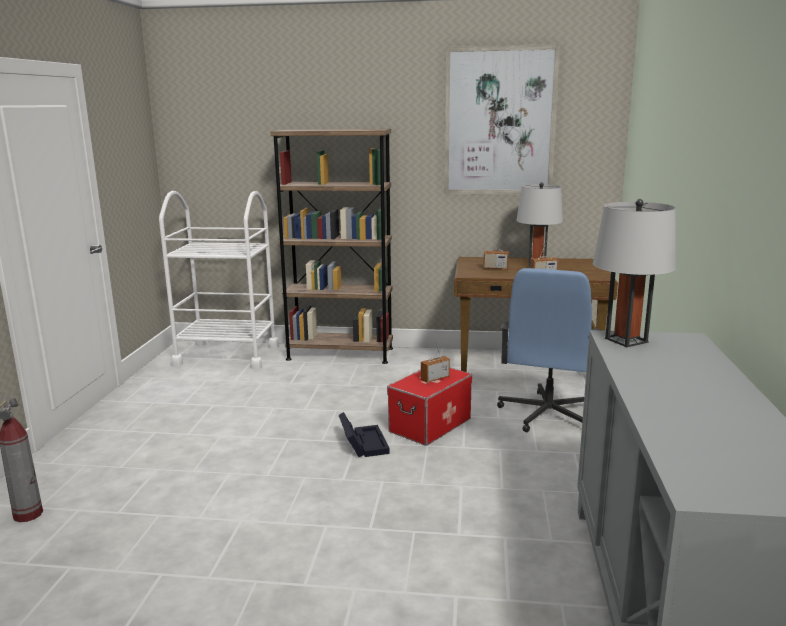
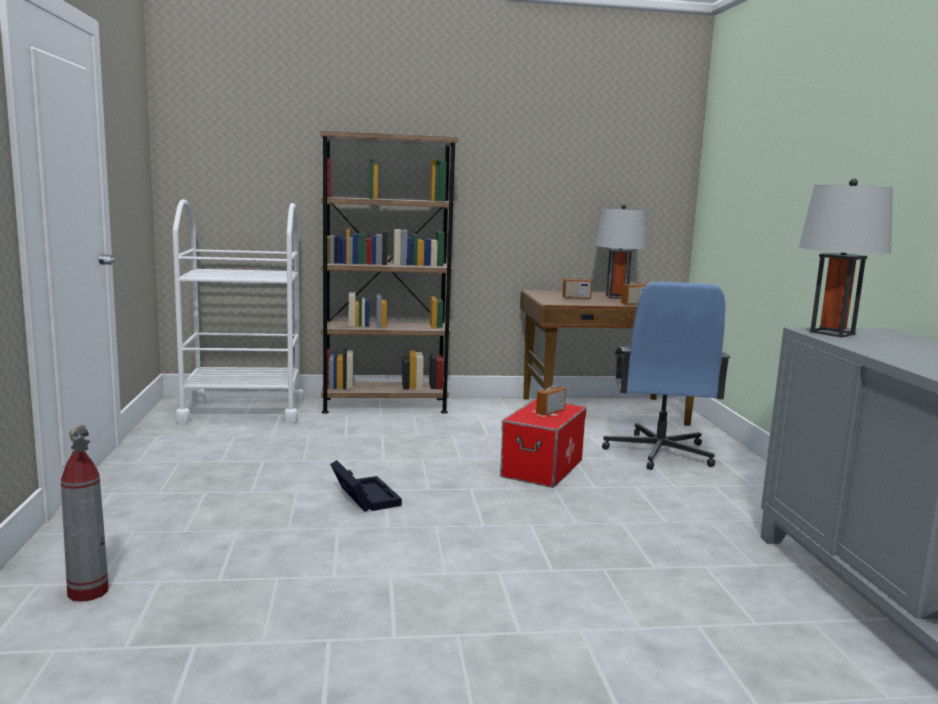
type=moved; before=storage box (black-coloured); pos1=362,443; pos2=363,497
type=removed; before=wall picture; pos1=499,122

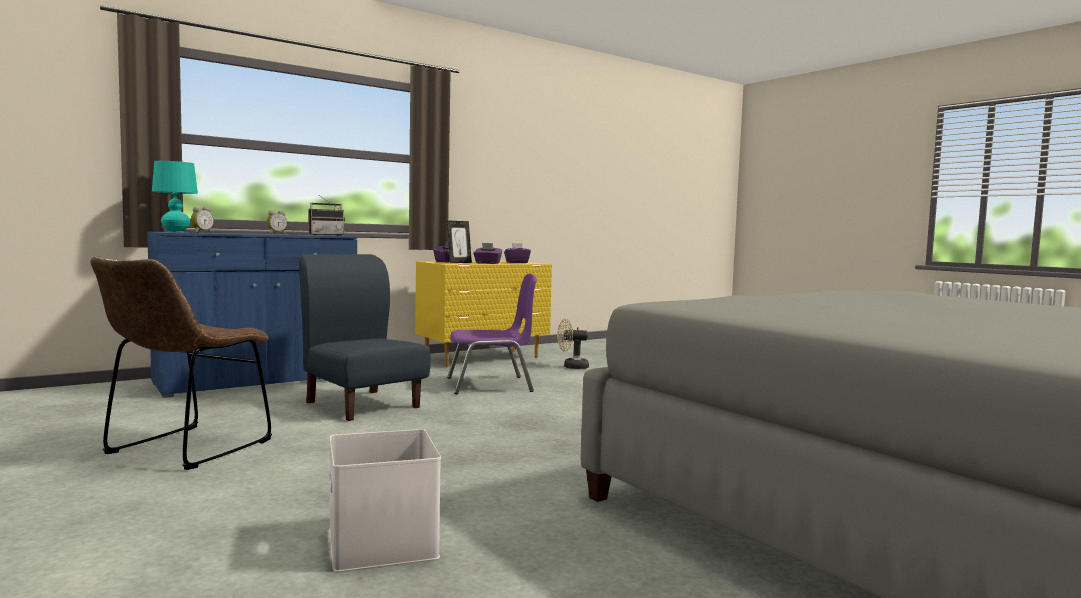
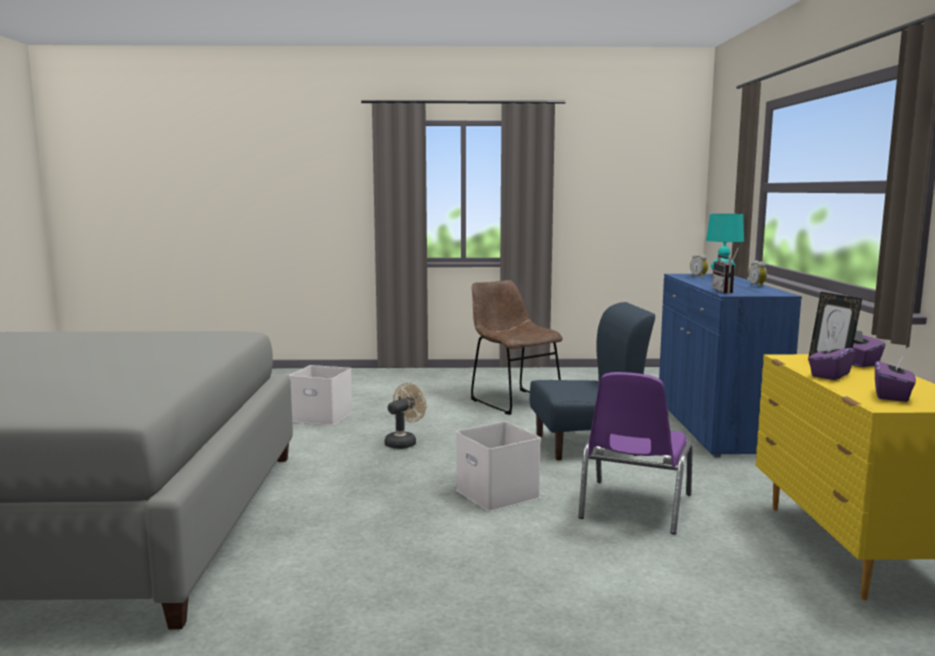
type=moved; before=electric fan (beige); pos1=571,367; pos2=404,442
type=added; after=storage box (white-coloured); pos2=499,494

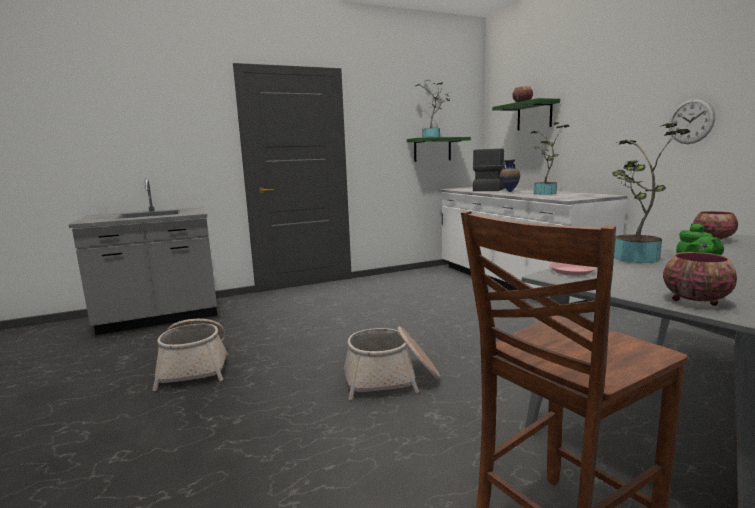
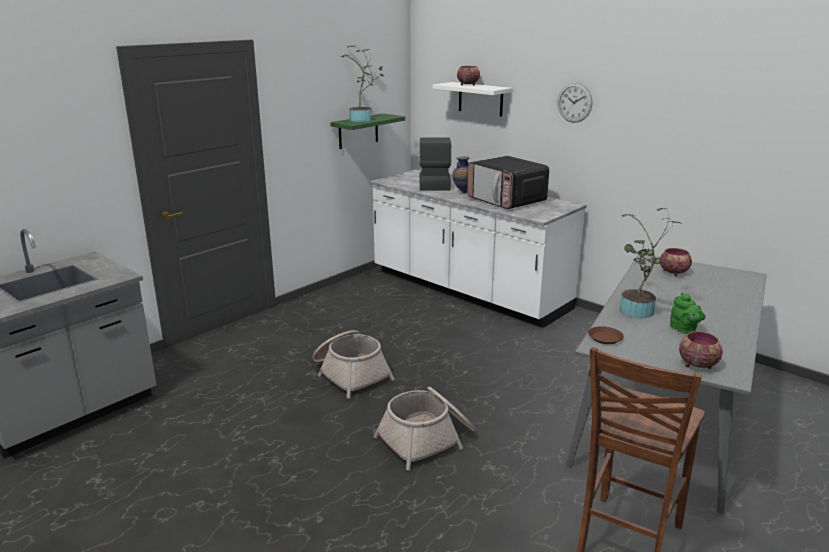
type=moved; before=household basket; pos1=195,367; pos2=350,374
type=recoloured; before=bracket shelf (green-coloured); after=bracket shelf (white-coloured); pos1=534,116; pos2=480,99
type=replaced; before=potted plant; after=microwave; pos1=544,194; pos2=506,200
type=recoloured; before=dinner plate (pink-coloured); after=dinner plate (brown-coloured); pos1=571,271; pos2=605,338
type=moved; before=clock on the wall; pos1=691,121; pos2=574,102

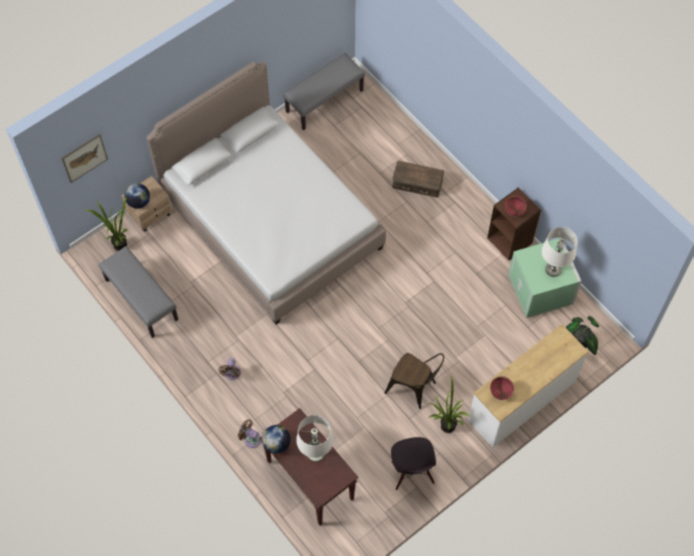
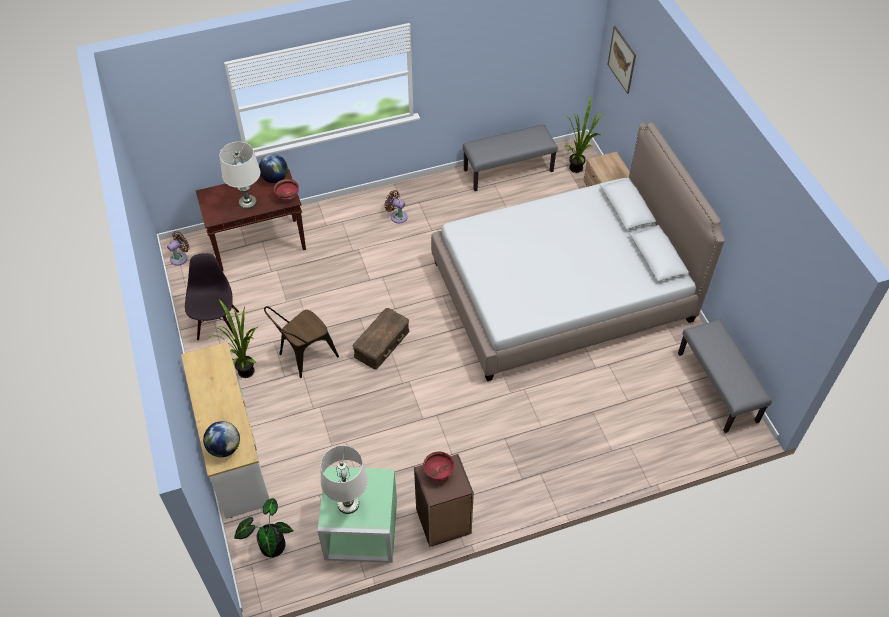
type=moved; before=desk globe; pos1=139,202; pos2=224,448
type=moved; before=electric fan (brown-coloured); pos1=251,439; pos2=180,257
type=turned; before=plain chair (black-coloured); pos1=412,473; pos2=217,325; turn=75
type=moved; before=storage box (brown-coloured); pos1=417,183; pos2=381,343
type=moved; before=serving bowl (reddish); pos1=500,392; pos2=288,197

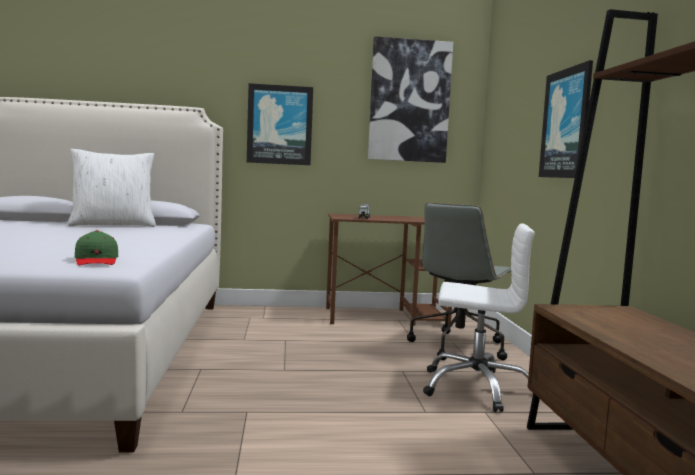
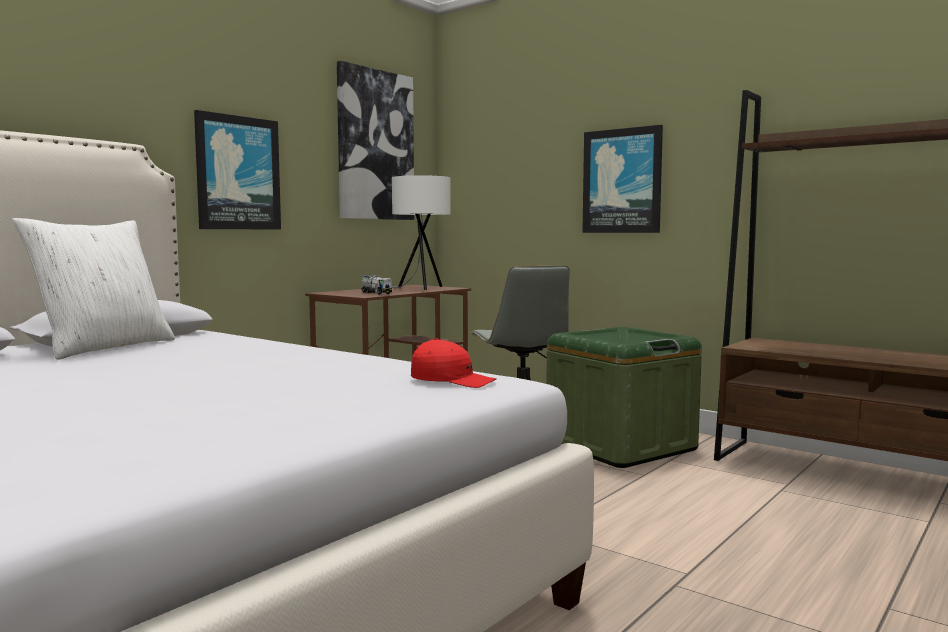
type=recoloured; before=peaked cap (green-coloured); after=peaked cap (reddish); pos1=96,260; pos2=452,380
type=replaced; before=desk chair (white-coloured); after=storage box (green-coloured); pos1=476,387; pos2=620,446
type=added; after=lamp for a table (white-coloured); pos2=419,288

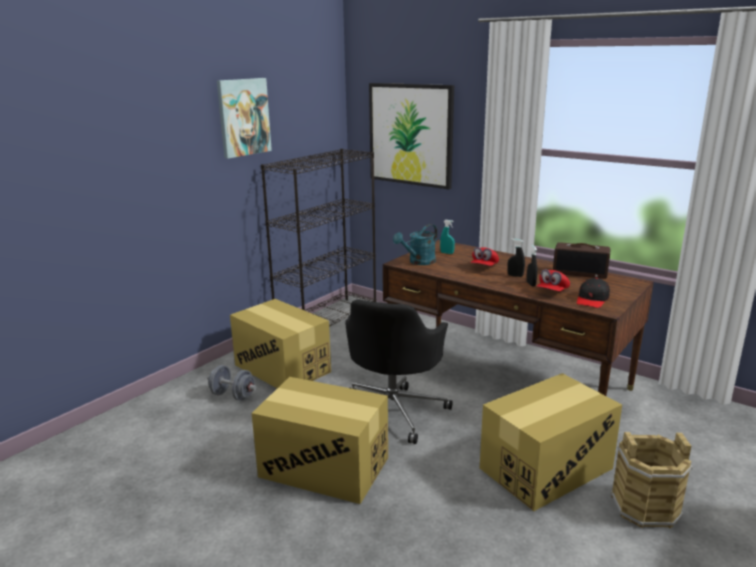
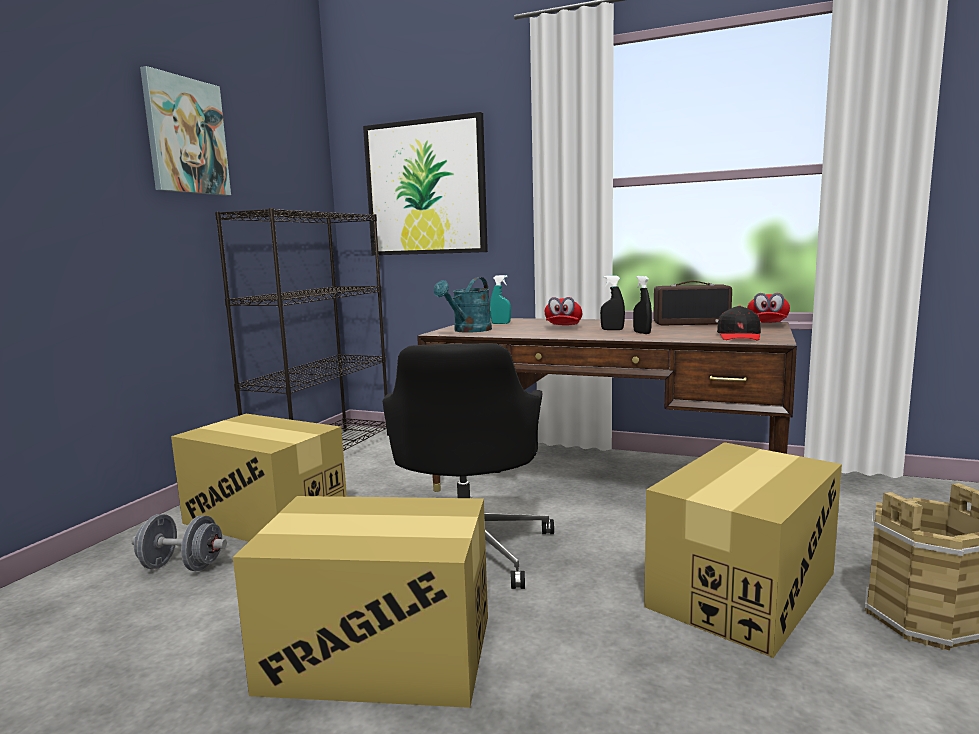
type=moved; before=peaked cap (reddish); pos1=552,292; pos2=767,325

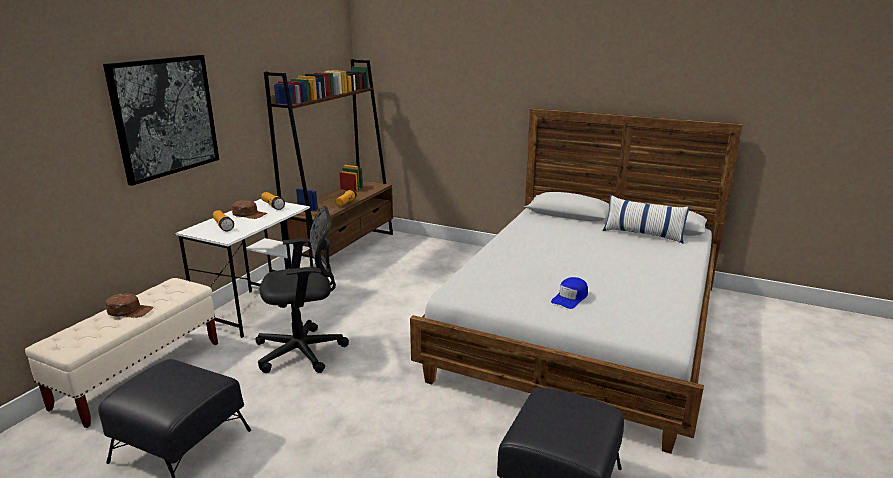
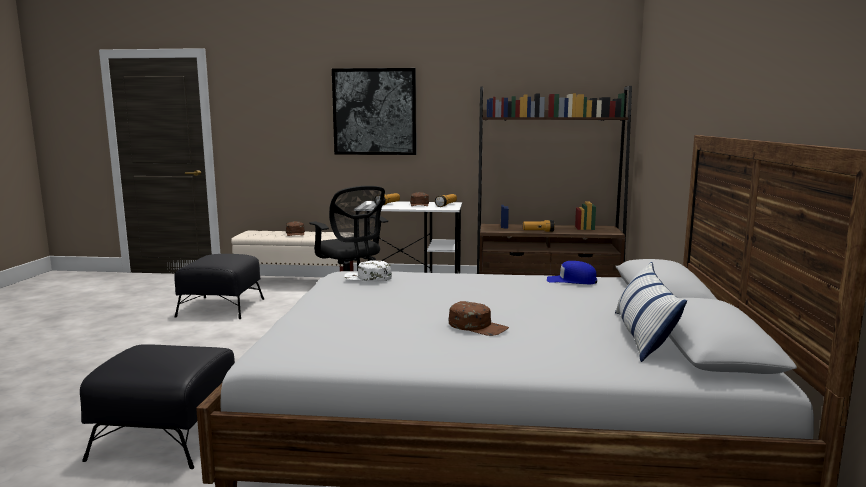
type=moved; before=peaked cap (blue-coloured); pos1=570,298; pos2=571,281
type=added; after=peaked cap (white-coloured); pos2=368,278
type=added; after=peaked cap (brown-coloured); pos2=478,326

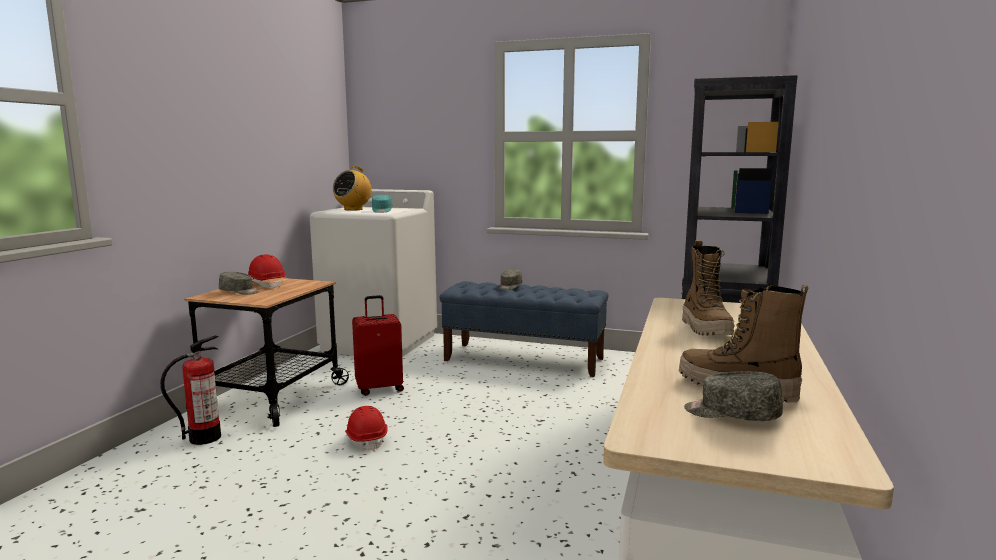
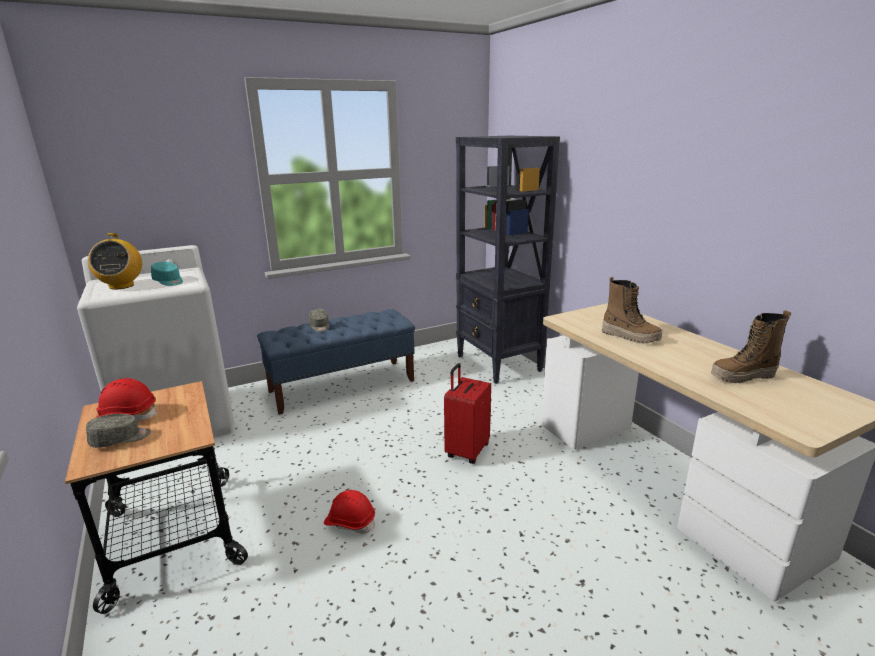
type=removed; before=fire extinguisher; pos1=204,438
type=moved; before=travel case (reddish); pos1=379,388; pos2=466,451
type=removed; before=peaked cap (gray); pos1=731,414

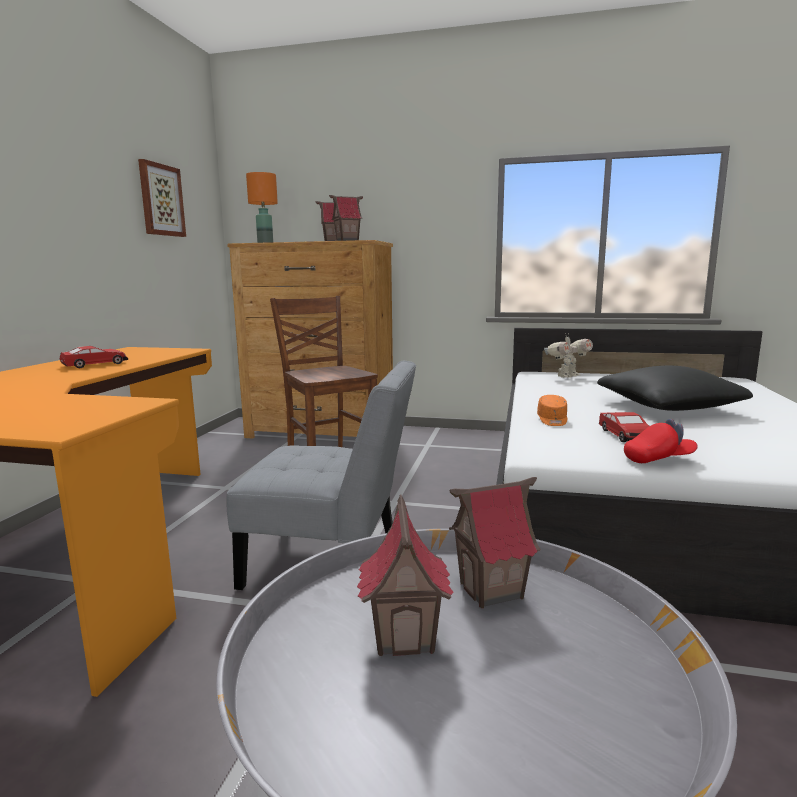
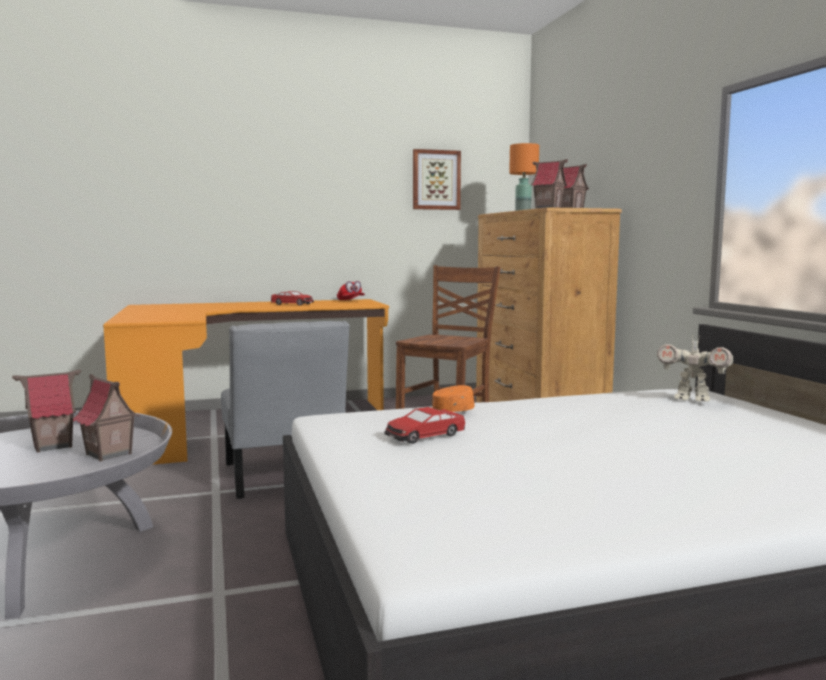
type=removed; before=cushion (black-coloured); pos1=668,406
type=moved; before=peaked cap (reddish); pos1=658,459; pos2=350,301

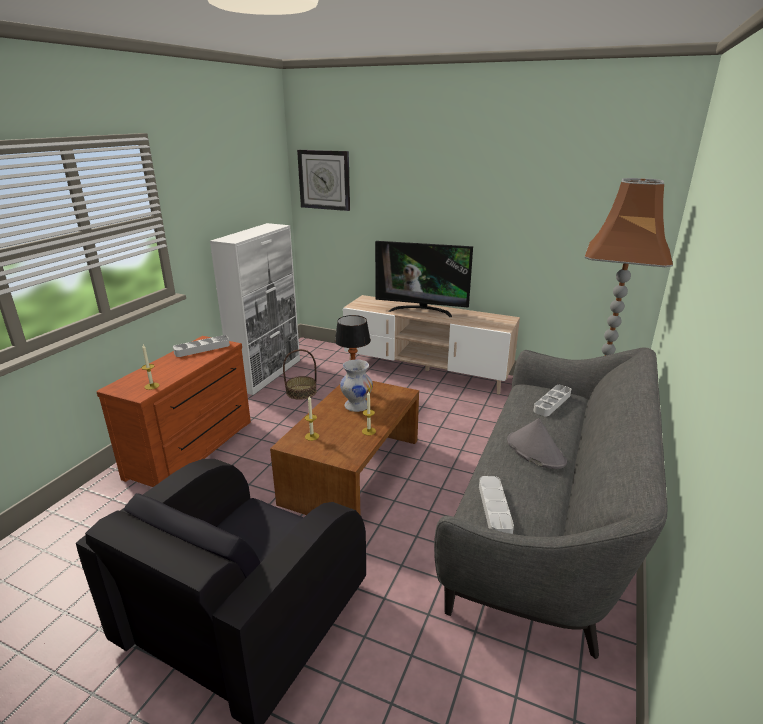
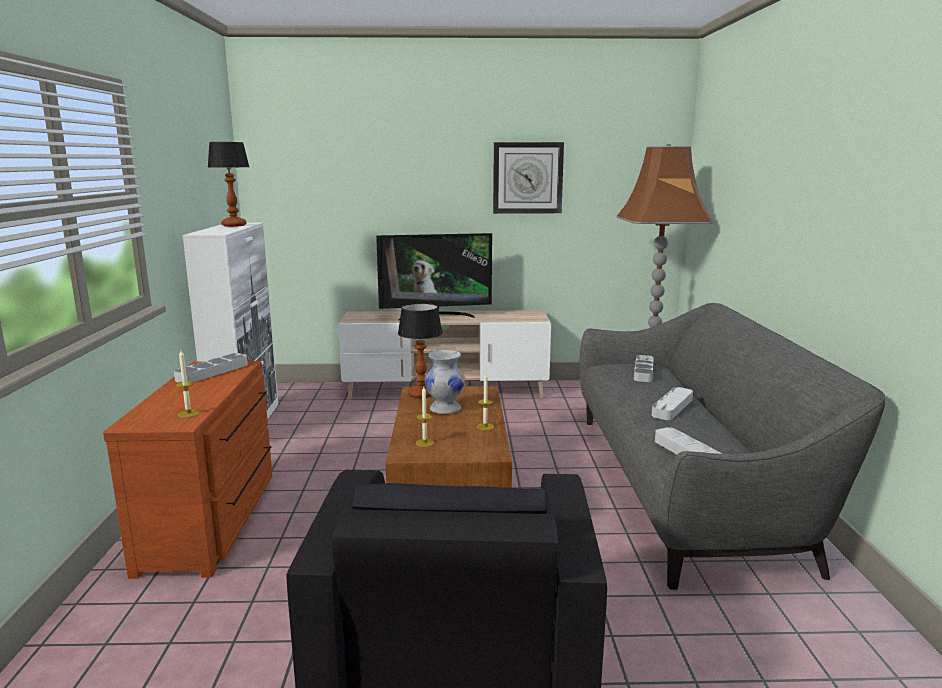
type=removed; before=household basket; pos1=301,392
type=moved; before=clock on the wall; pos1=324,180; pos2=527,178
type=replaced; before=wearable hat (gray); after=serving tray (gray); pos1=535,451; pos2=672,407
type=added; after=lamp for a table; pos2=234,225

